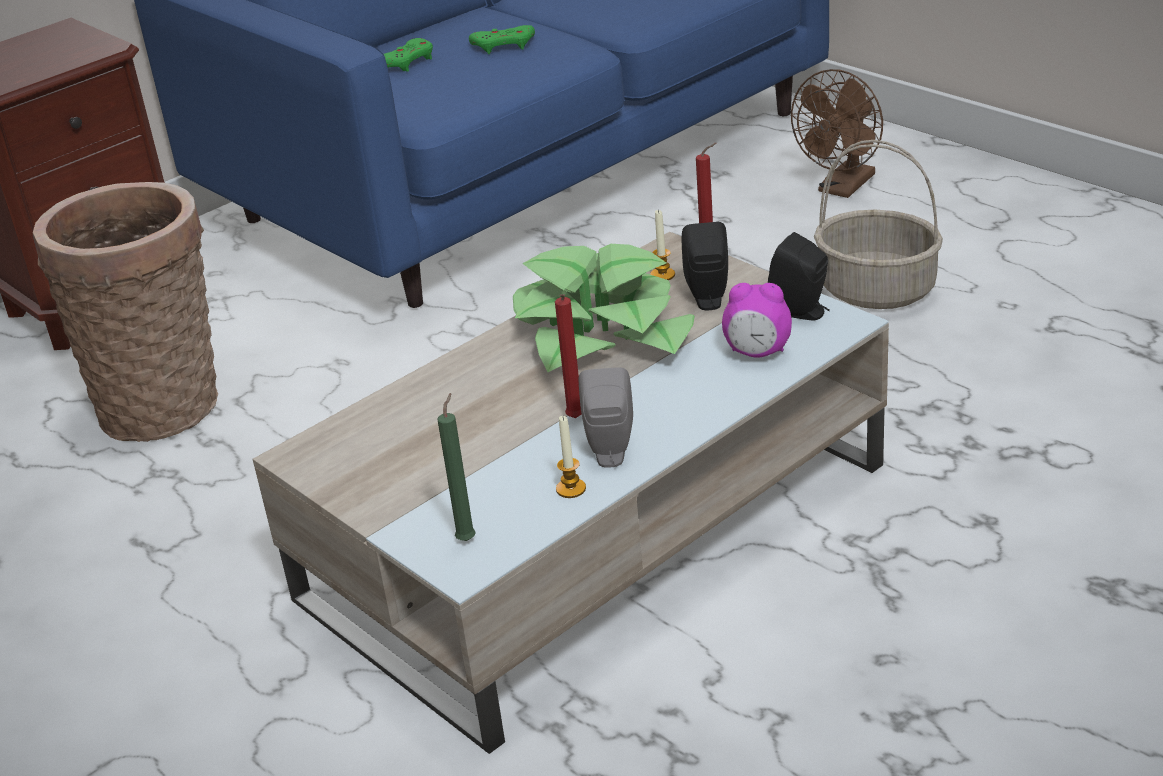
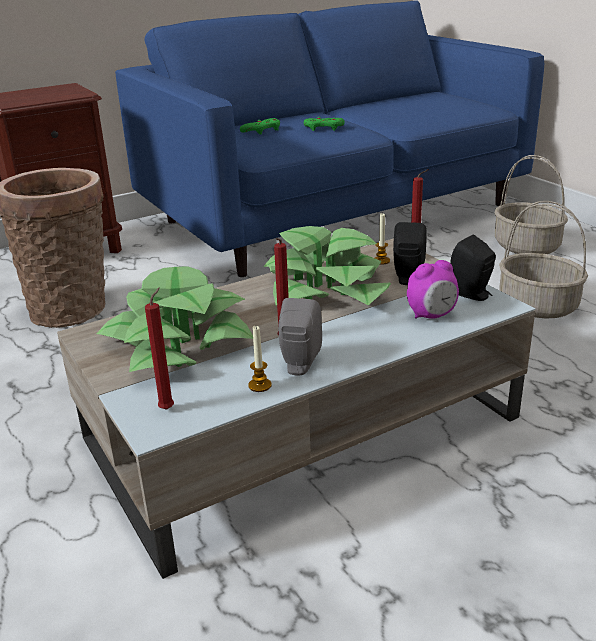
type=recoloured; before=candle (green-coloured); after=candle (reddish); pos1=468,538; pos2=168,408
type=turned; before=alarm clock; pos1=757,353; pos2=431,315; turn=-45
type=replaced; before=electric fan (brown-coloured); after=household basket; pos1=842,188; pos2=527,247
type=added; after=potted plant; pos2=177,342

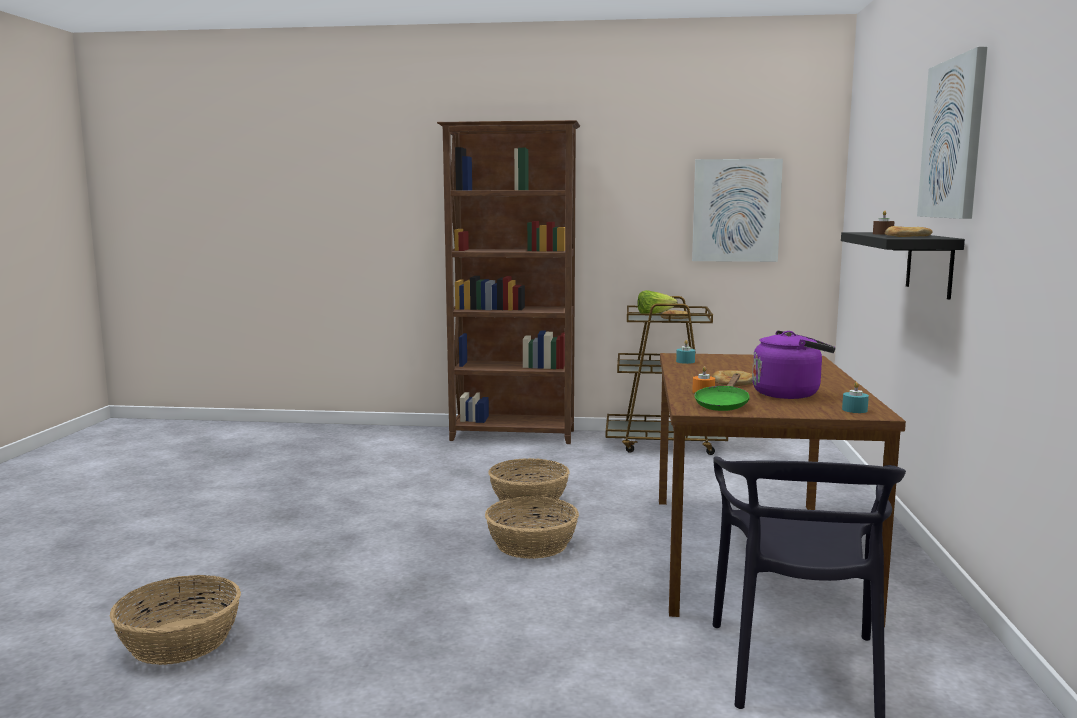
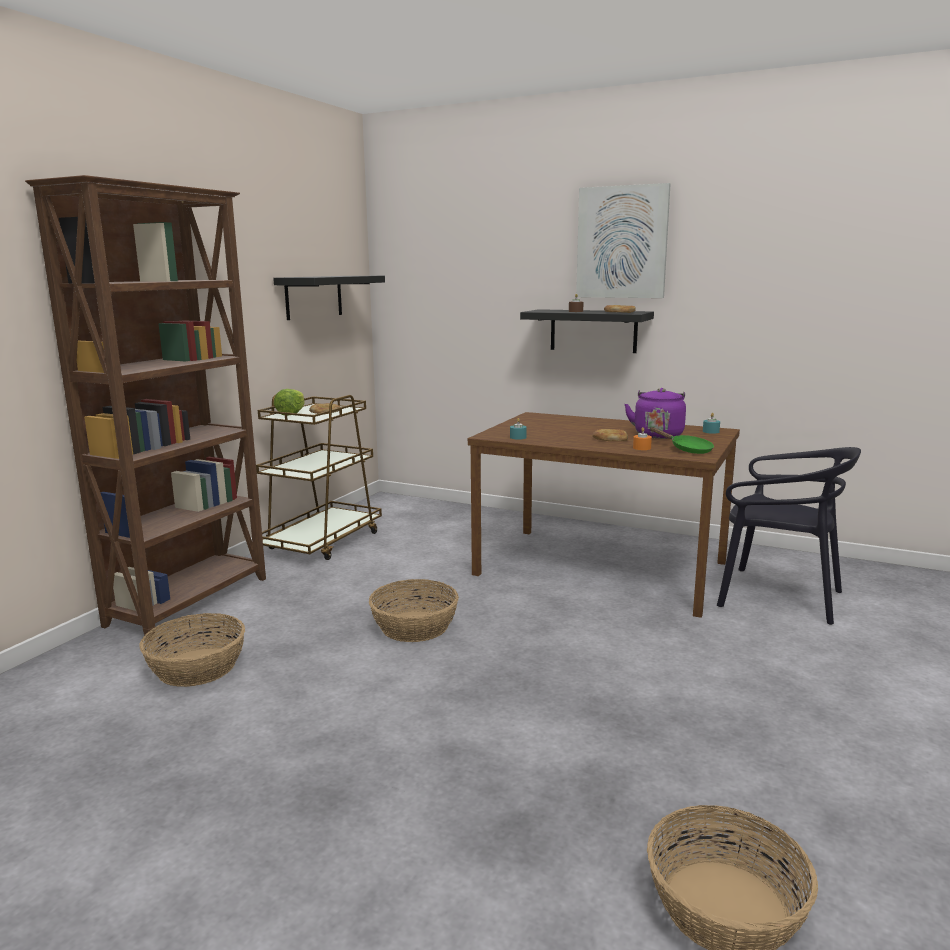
type=moved; before=household basket; pos1=531,544; pos2=196,667
type=replaced; before=wall picture; after=bracket shelf (black-coloured); pos1=736,210; pos2=313,297

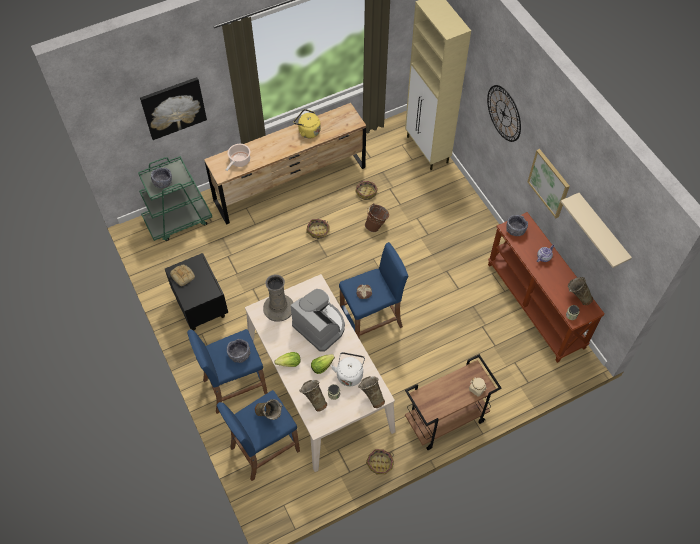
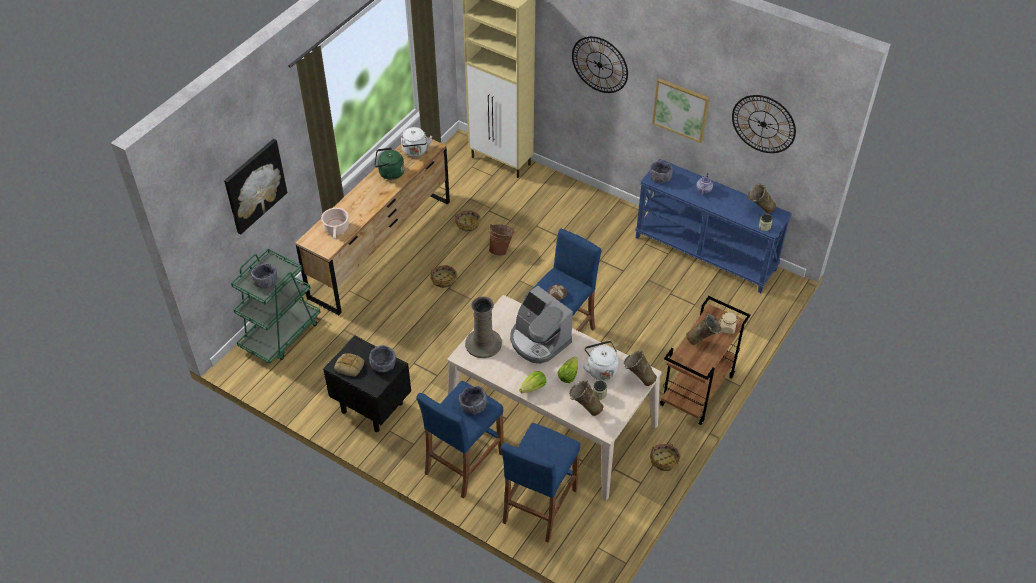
type=moved; before=vase (beige); pos1=269,416; pos2=702,342
type=turned; before=coffee maker; pos1=320,326; pos2=538,341; turn=-150
type=recoloured; before=tea kettle (yellowish); after=tea kettle (green-coloured); pos1=308,131; pos2=389,173
type=recoloured; before=hall table (brown-coloured); after=hall table (blue-coloured); pos1=536,305; pos2=706,253
type=replaced; before=bracket shelf (beige); after=clock on the wall; pos1=601,231; pos2=763,124
type=added; after=serving bowl (gray); pos2=383,364
type=added; after=tea kettle (white-coloured); pos2=415,151

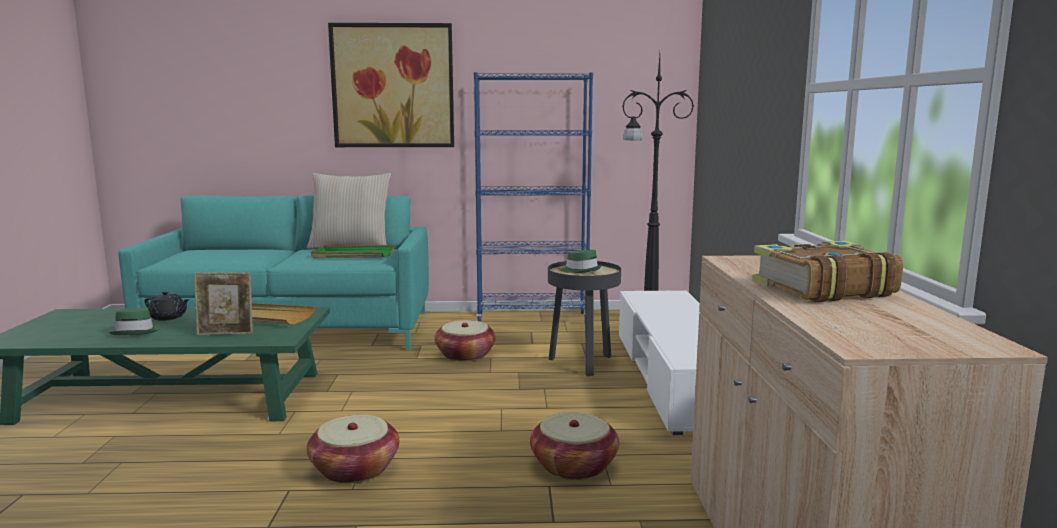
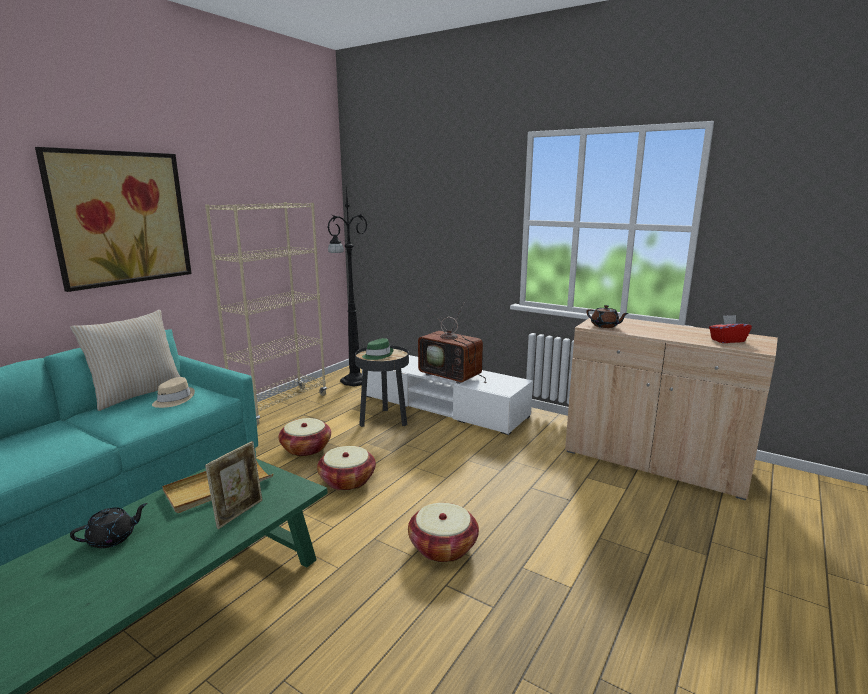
type=removed; before=wearable hat (green-coloured); pos1=136,332
type=replaced; before=serving tray (green-coloured); after=wearable hat (beige); pos1=352,255; pos2=174,400
type=recoloured; before=bookshelf (blue-coloured); after=bookshelf (beige); pos1=532,319; pos2=281,406
type=moved; before=household basket; pos1=574,466; pos2=347,481
type=removed; before=book; pos1=821,289
type=added; after=TV set; pos2=452,376
type=added; after=tea pot (brown-coloured); pos2=605,326
type=added; after=tissue holder (reddish); pos2=727,340

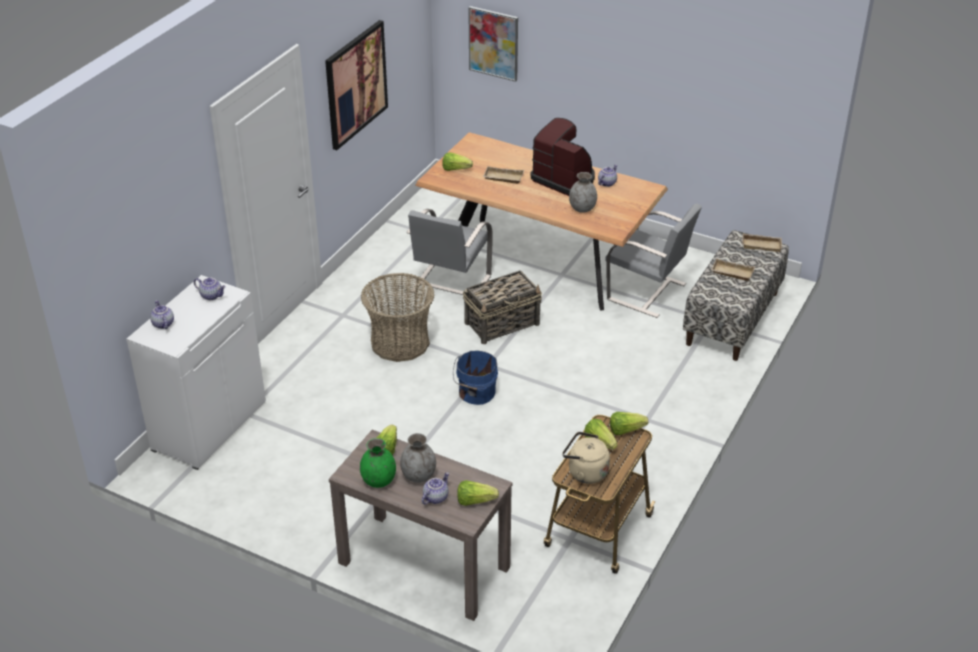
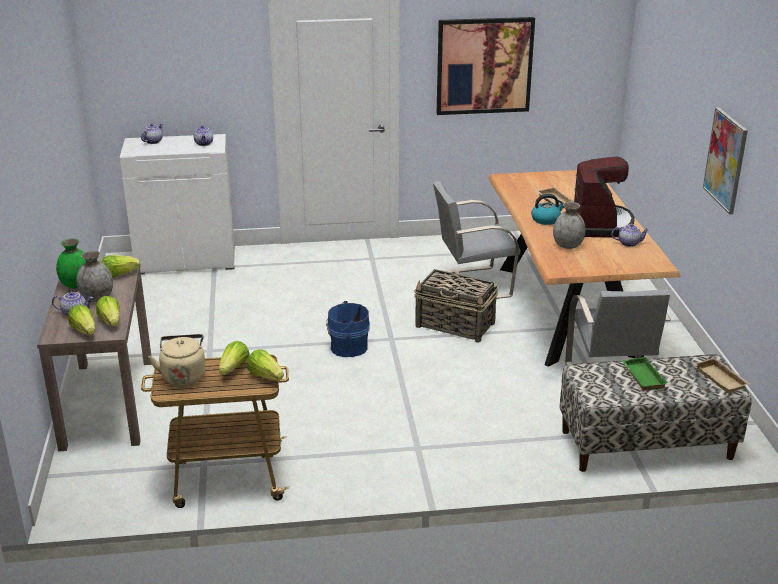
type=removed; before=household basket; pos1=400,342
type=moved; before=head of lettuce; pos1=455,169; pos2=111,321
type=moved; before=wall picture; pos1=493,43; pos2=726,160
type=recoloured; before=serving tray (beige); after=serving tray (green-coloured); pos1=731,273; pos2=641,377
type=added; after=tea kettle; pos2=546,220

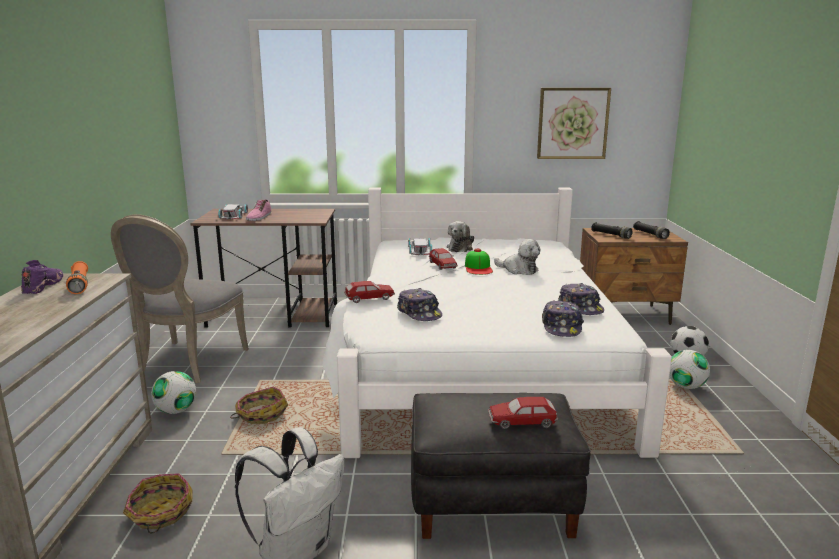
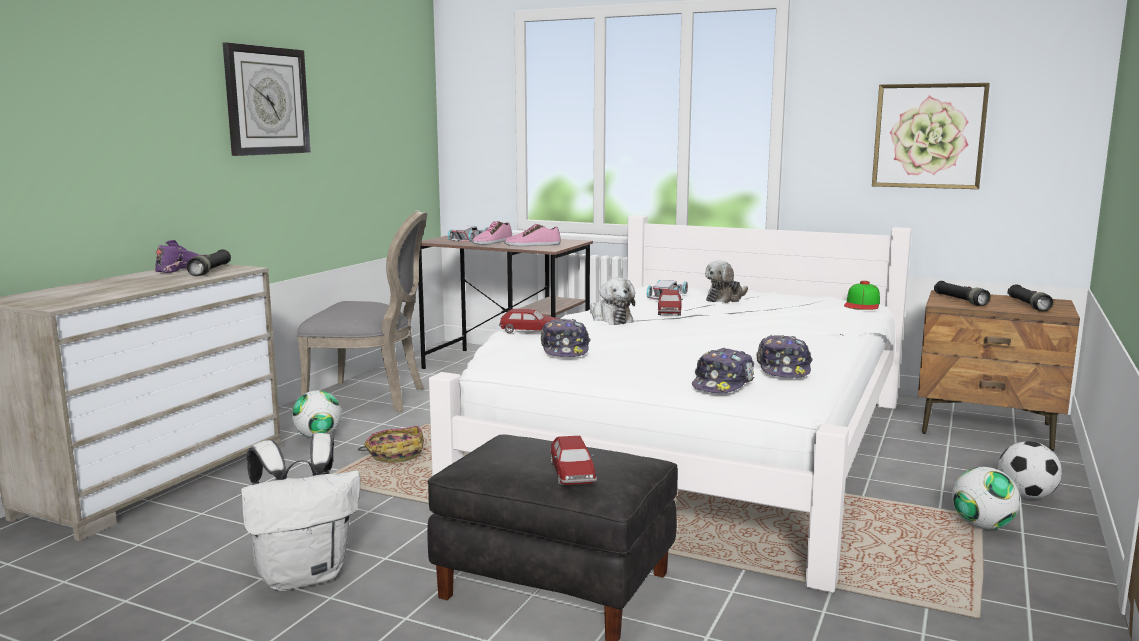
type=recoloured; before=hand torch (orange); after=hand torch (black-coloured); pos1=79,285; pos2=210,271
type=turned; before=plain chair (gray); pos1=187,363; pos2=371,398; turn=-120
type=removed; before=household basket; pos1=160,513
type=moved; before=peaked cap; pos1=478,268; pos2=862,304
type=turned; before=miniature car; pos1=522,421; pos2=573,474; turn=-120
type=moved; before=cuddly toy; pos1=518,270; pos2=610,319
type=added; after=clock on the wall; pos2=266,101
type=added; after=shoe; pos2=532,245

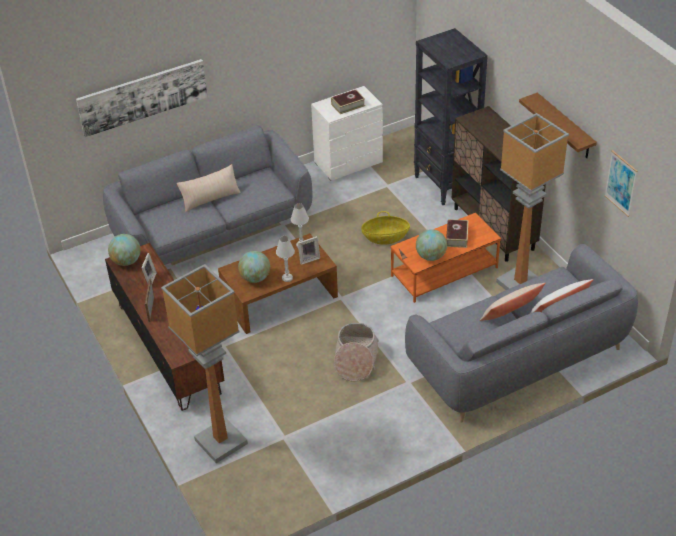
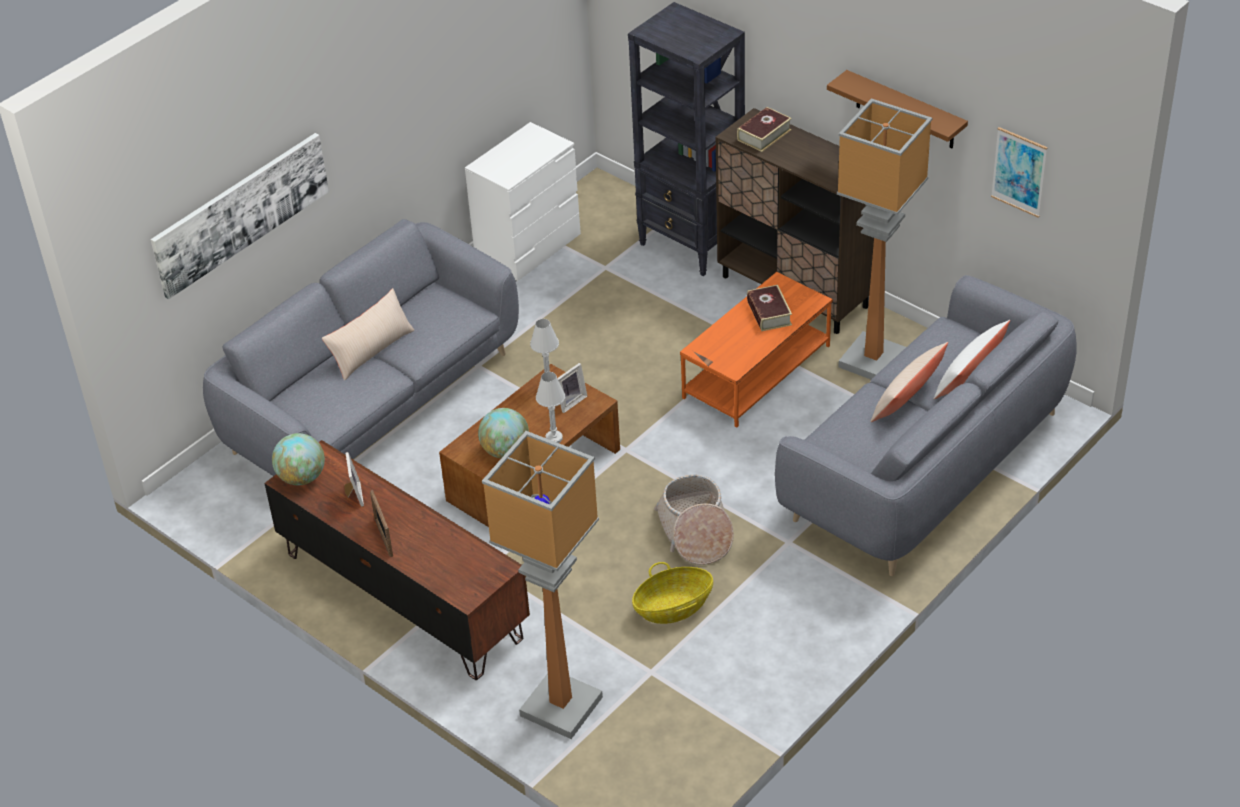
type=moved; before=book; pos1=348,105; pos2=764,135
type=moved; before=household basket; pos1=385,237; pos2=673,607
type=removed; before=desk globe; pos1=430,256

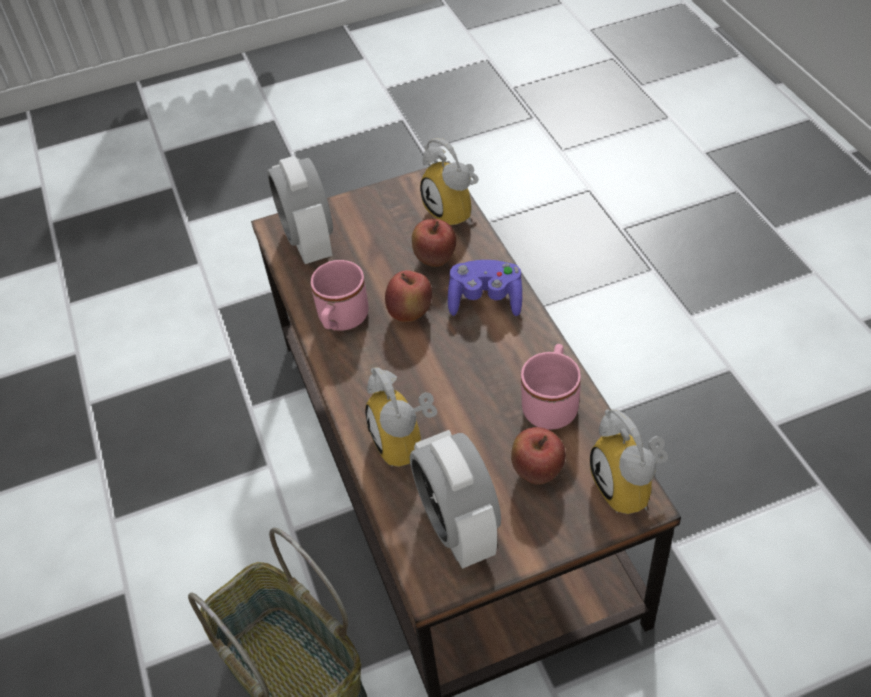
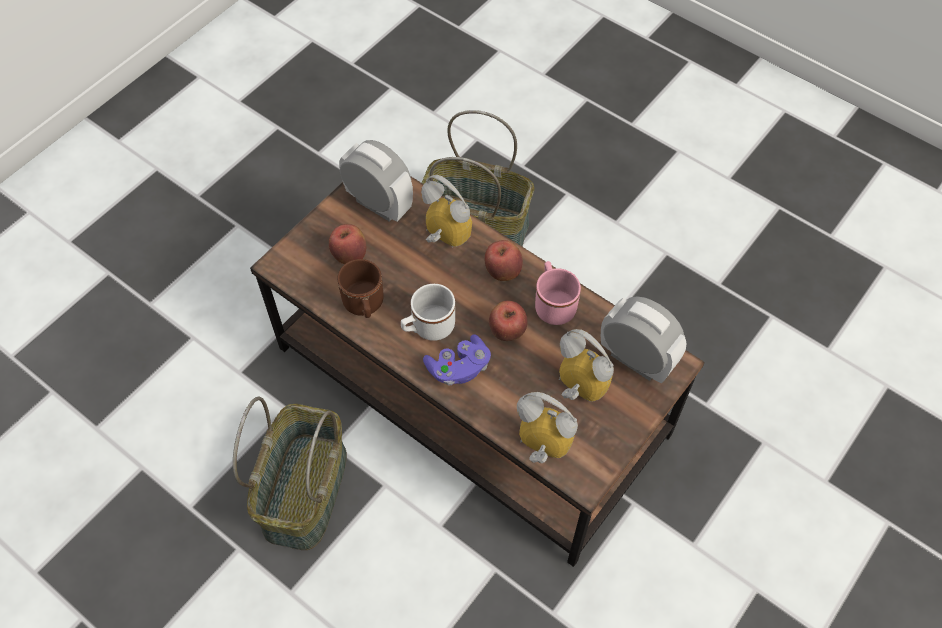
type=moved; before=apple fruit; pos1=435,260; pos2=502,272
type=recoloured; before=mug (pink-coloured); after=mug (brown-coloured); pos1=551,403; pos2=364,306
type=moved; before=alarm clock; pos1=631,489; pos2=576,389
type=added; after=household basket; pos2=304,490
type=added; after=mug (white-coloured); pos2=428,327

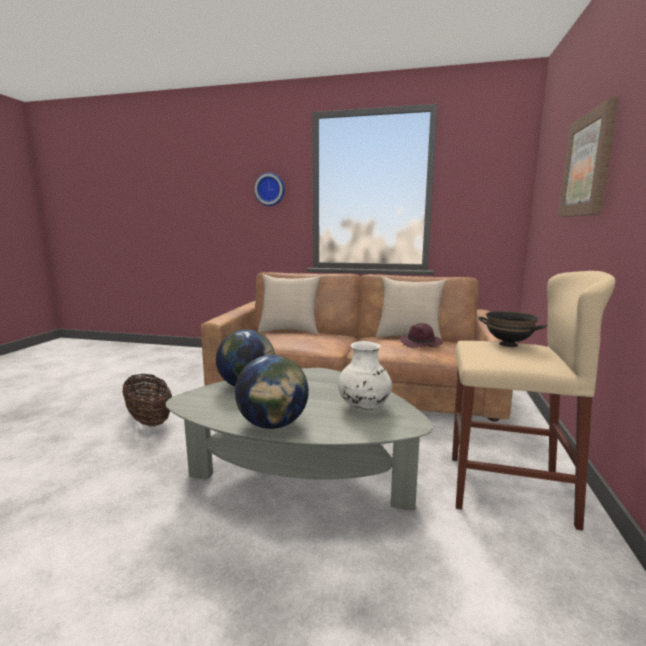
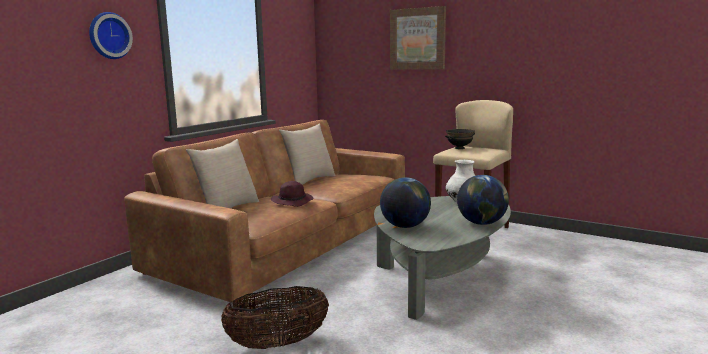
type=moved; before=wearable hat (purplish); pos1=421,344; pos2=293,201

